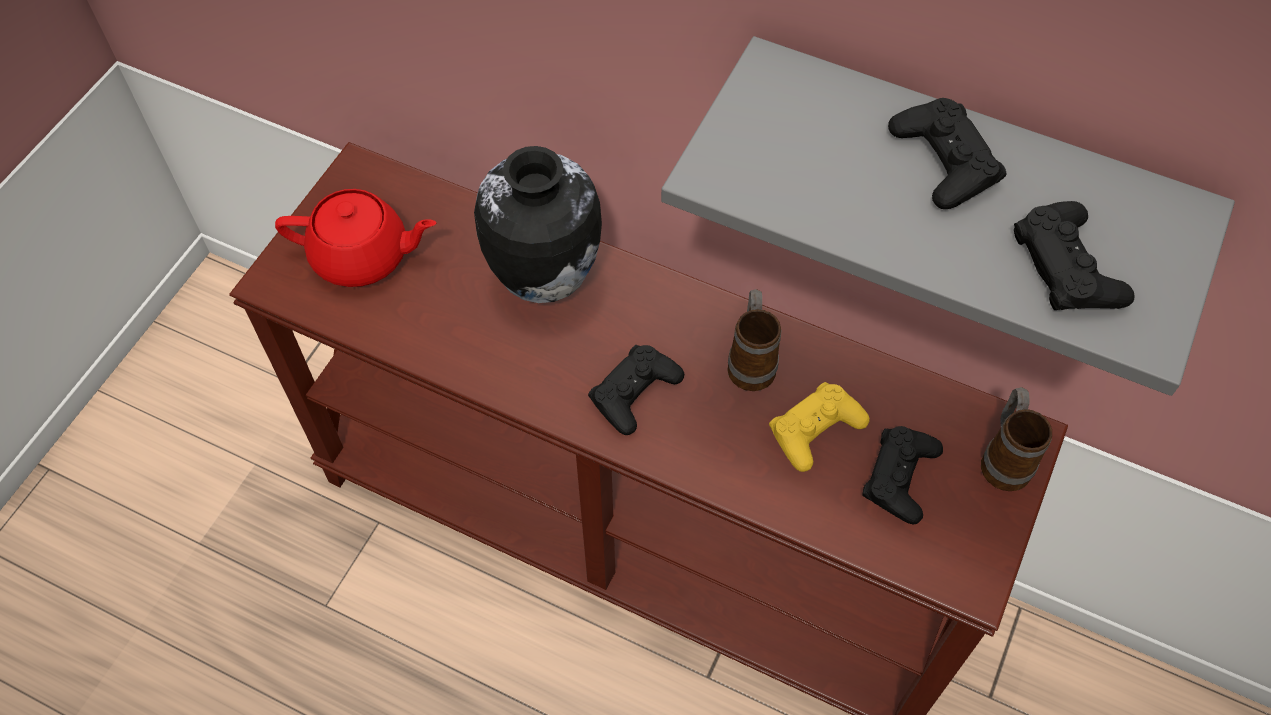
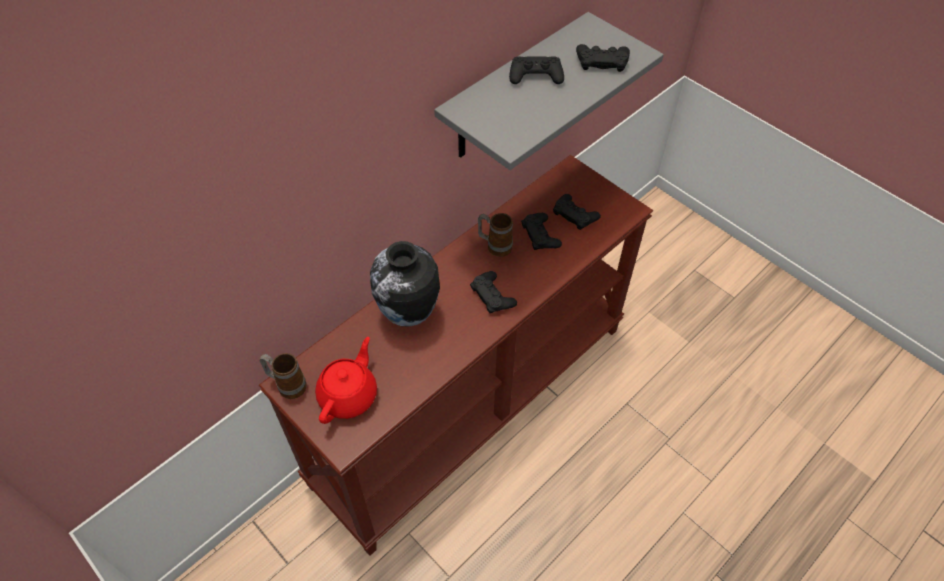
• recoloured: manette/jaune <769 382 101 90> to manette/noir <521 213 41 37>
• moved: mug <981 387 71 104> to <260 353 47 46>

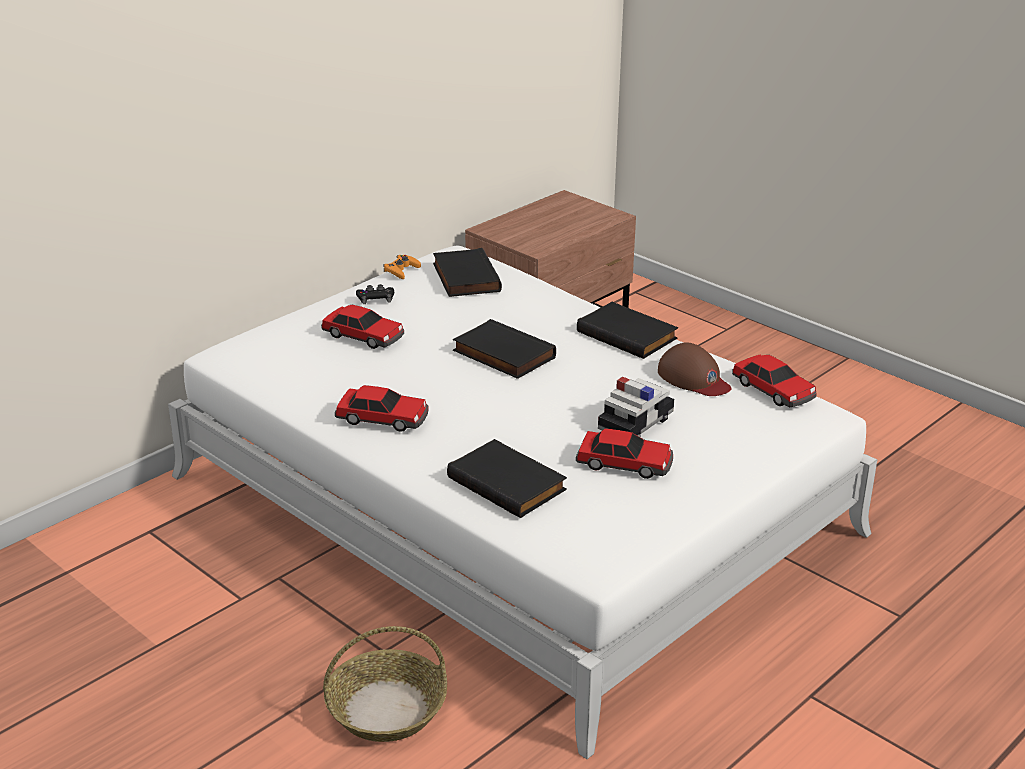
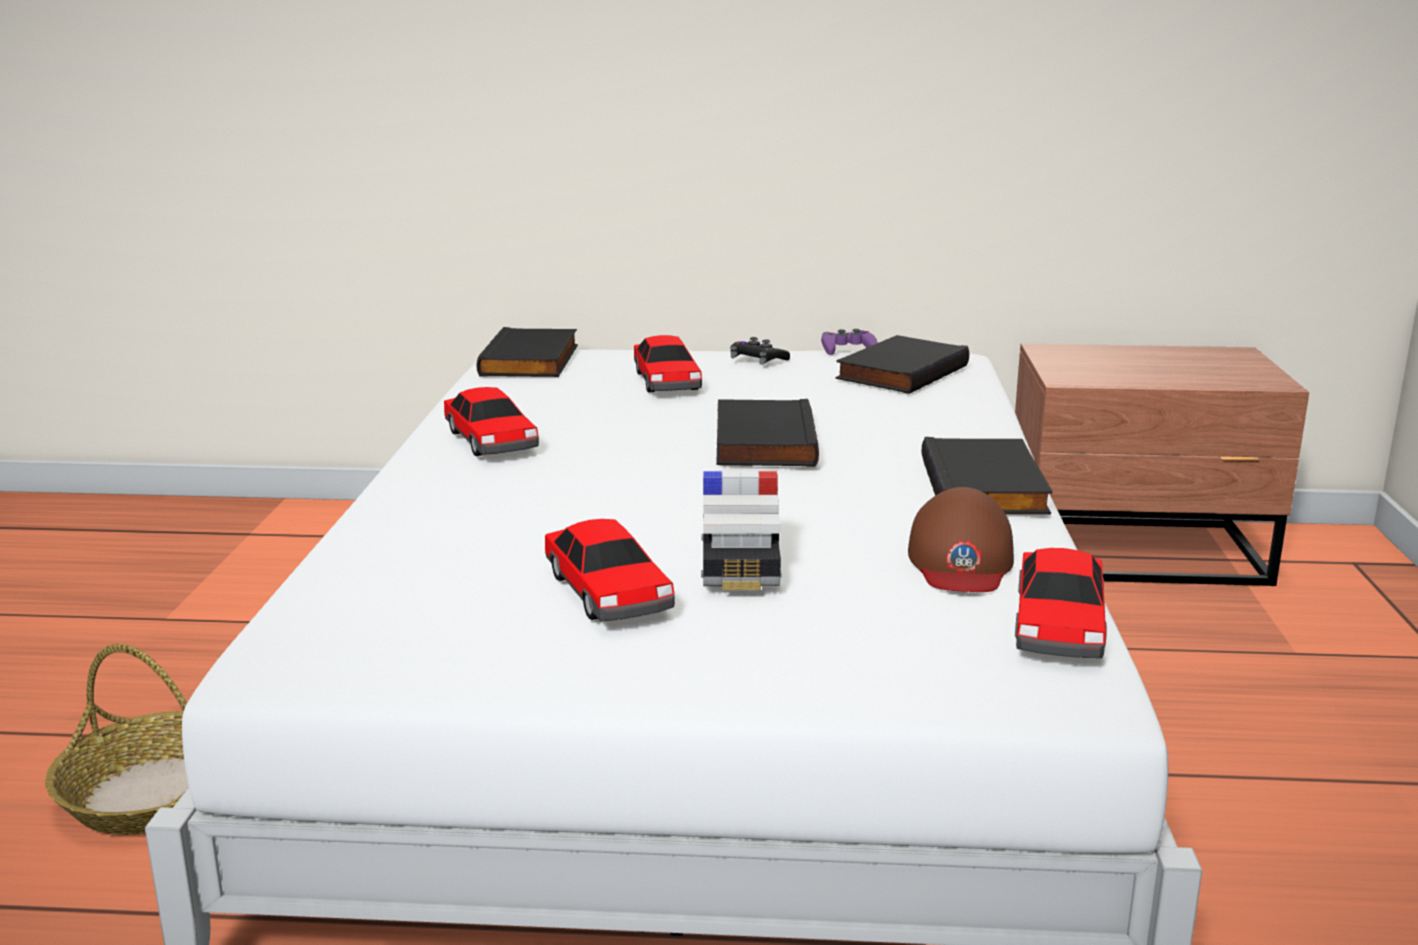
• recoloured: manette/orange <383 255 38 24> to manette/violet <821 329 57 26>
• turned: petite voiture <598 377 76 60> = <701 471 80 119> 90 degrees clockwise
• moved: livre/noir <447 439 120 79> to <476 327 102 50>

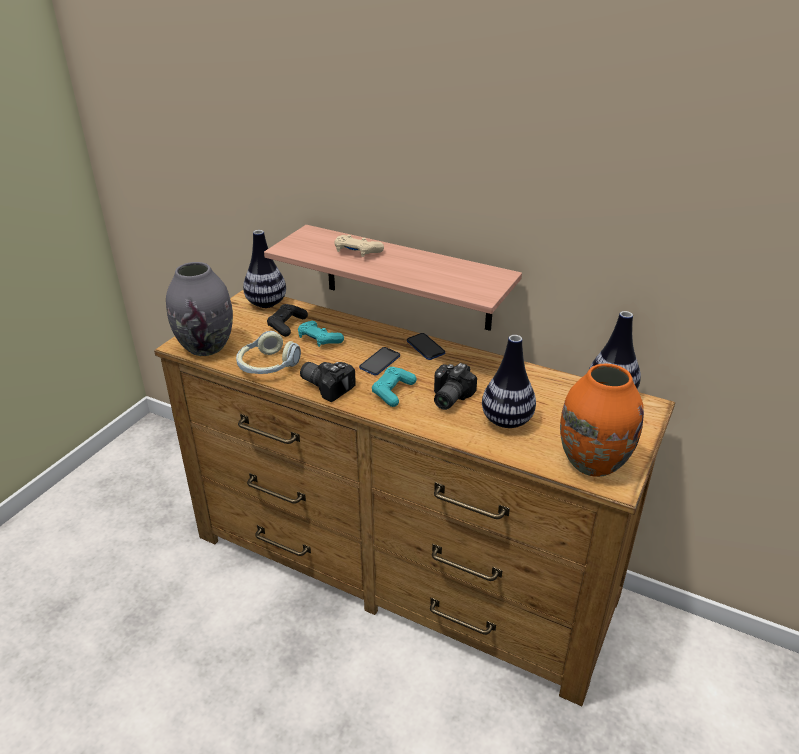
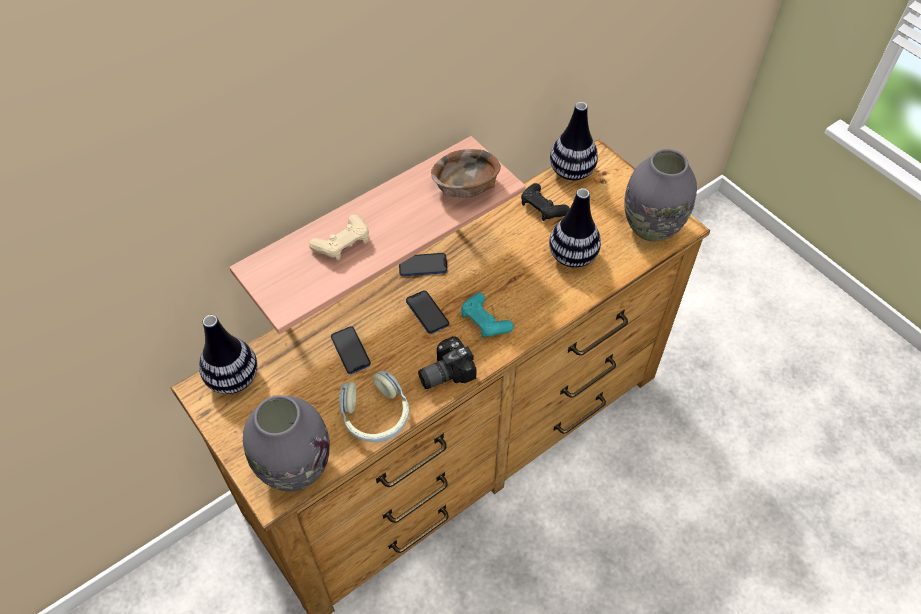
• moved: manette/noir <267 304 41 33> to <521 183 49 38>
• replaced: manette/turquoise <298 321 46 26> to téléphone <331 326 40 48>
• removed: appareil photo <434 363 43 47>
• recoloured: vase/orange <560 364 84 113> to vase/gris <625 149 72 93>
• added: bol/marron <431 149 70 49>

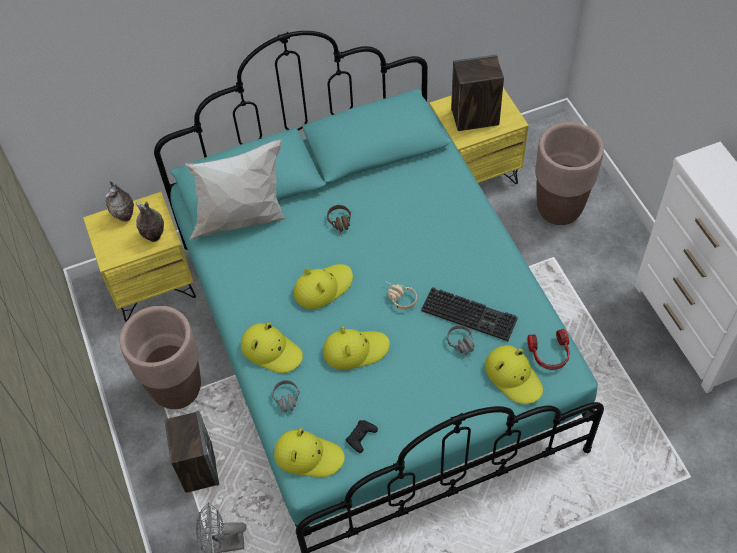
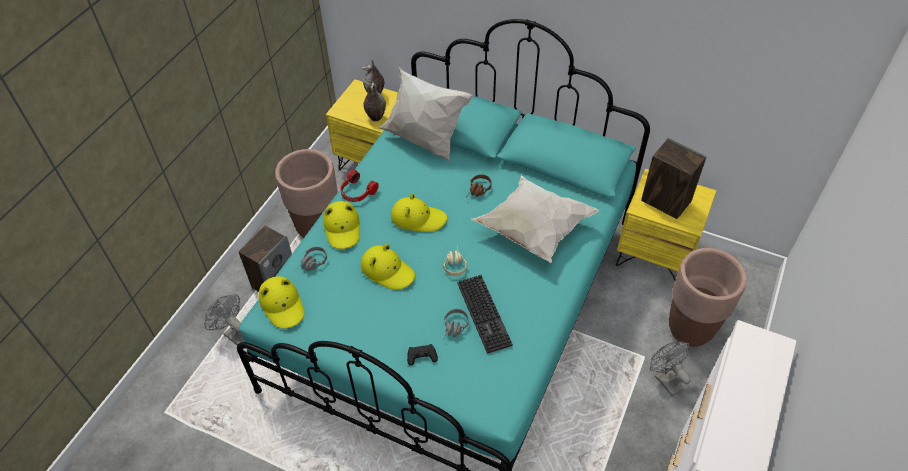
• moved: casque audio <528 329 42 41> to <340 170 39 32>
• removed: chapeau/jaune <485 345 58 59>
• moved: manette/noir <346 420 32 33> to <407 344 31 22>
• added: coussin/blanc <471 175 129 88>
• added: ventilateur/gris <650 341 41 55>

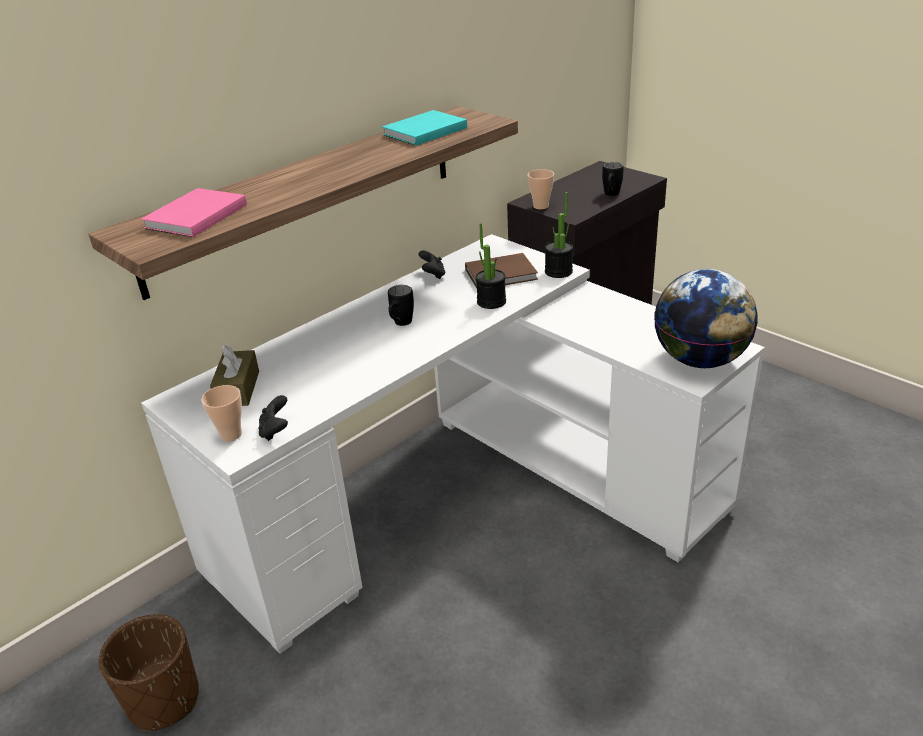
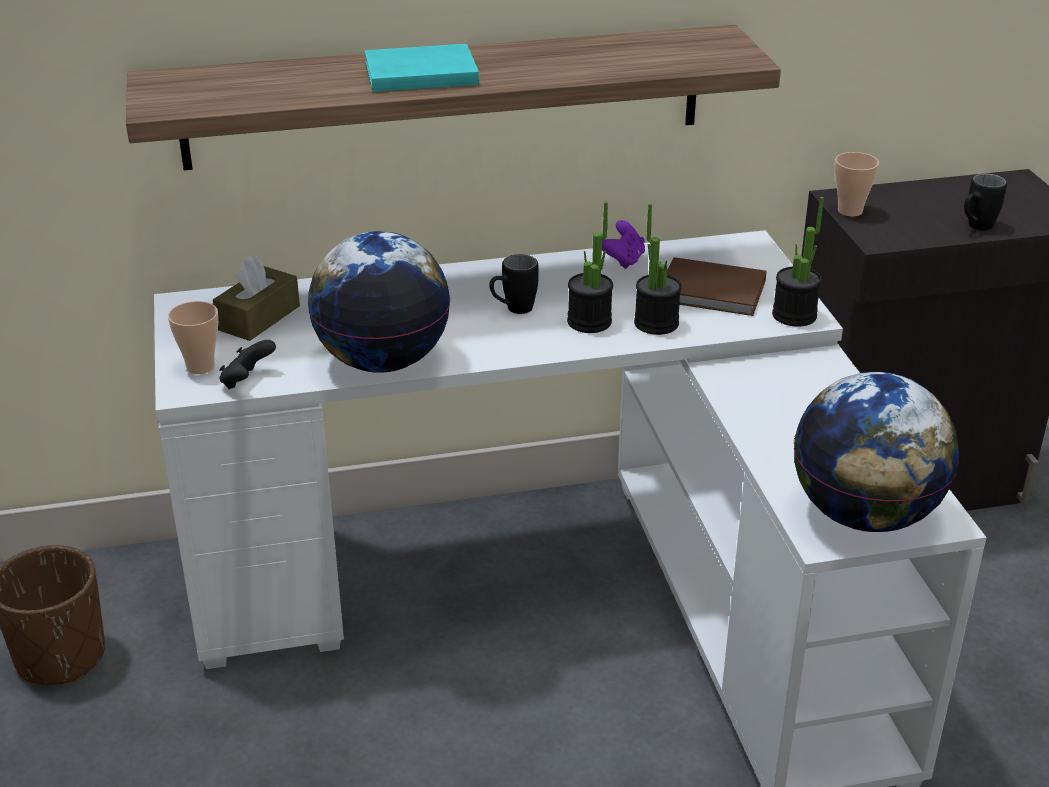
• moved: livre/turquoise <382 110 85 36> to <364 44 115 48>
• removed: livre/rose <141 188 106 49>
• recoloured: manette/noir <418 250 27 29> to manette/violet <602 220 43 49>
• added: plante en pot <567 202 46 131>
• added: globe <308 231 142 142>

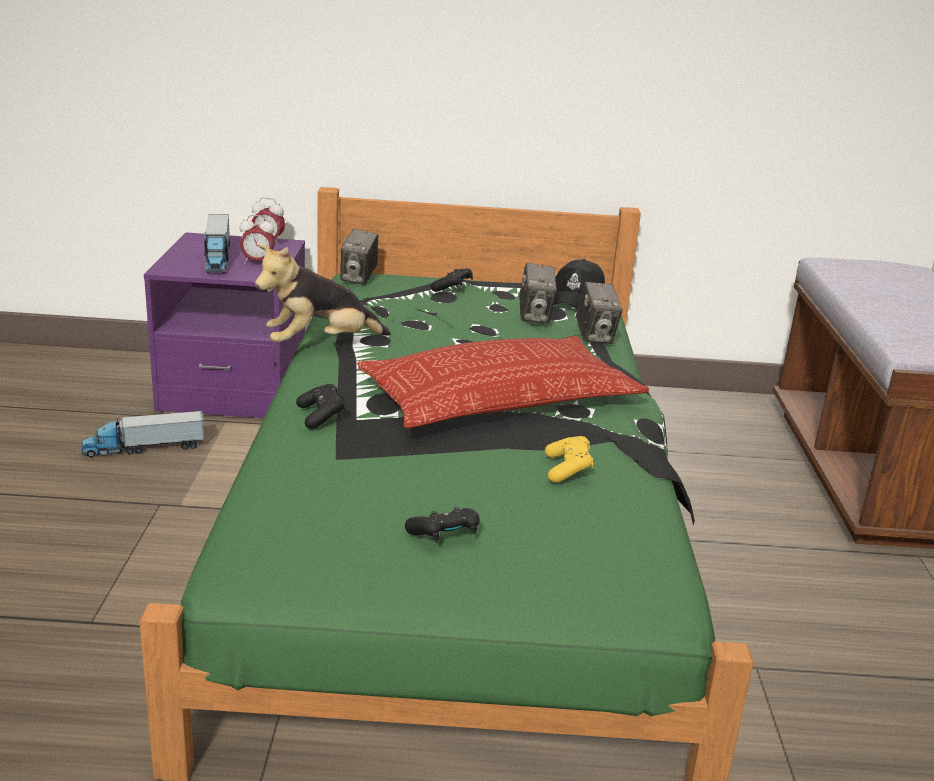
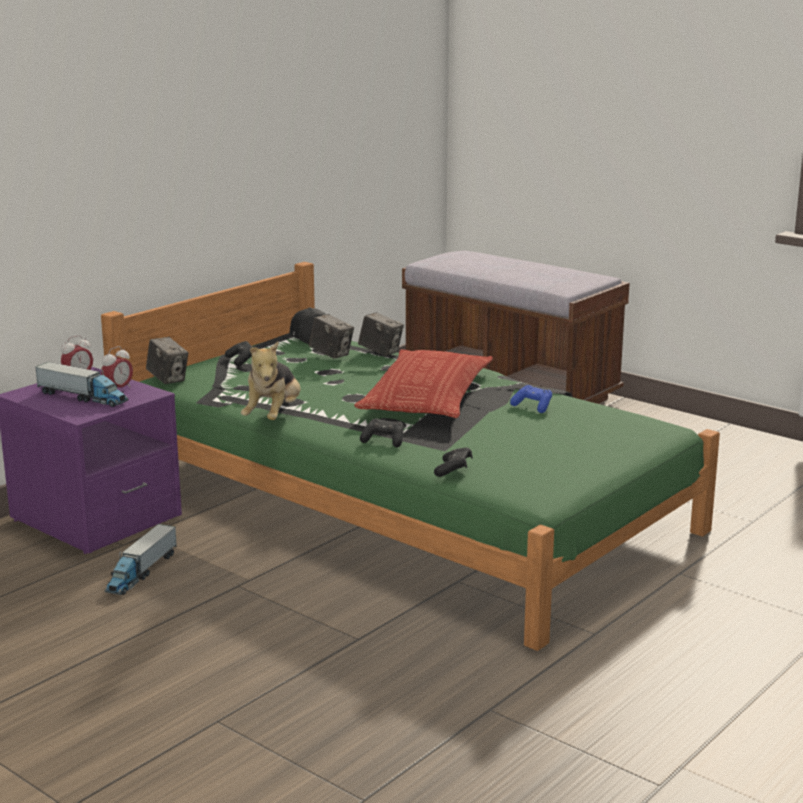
• recoloured: manette/jaune <545 436 49 47> to manette/bleu <510 385 42 28>
• moved: manette/noir <405 507 75 34> to <434 448 39 29>

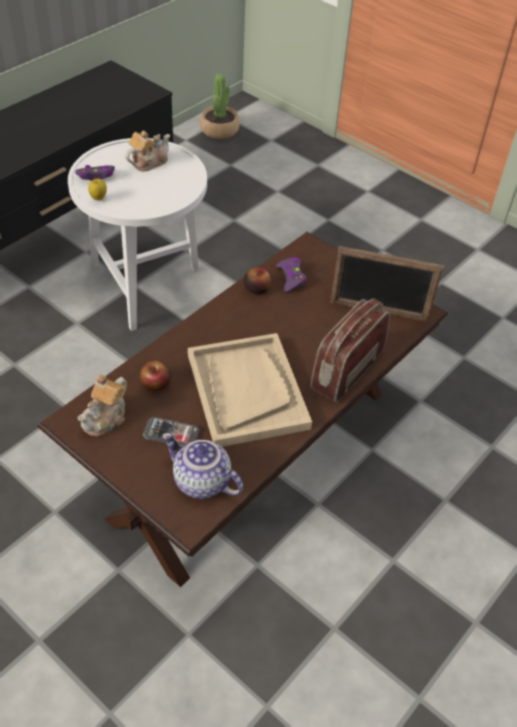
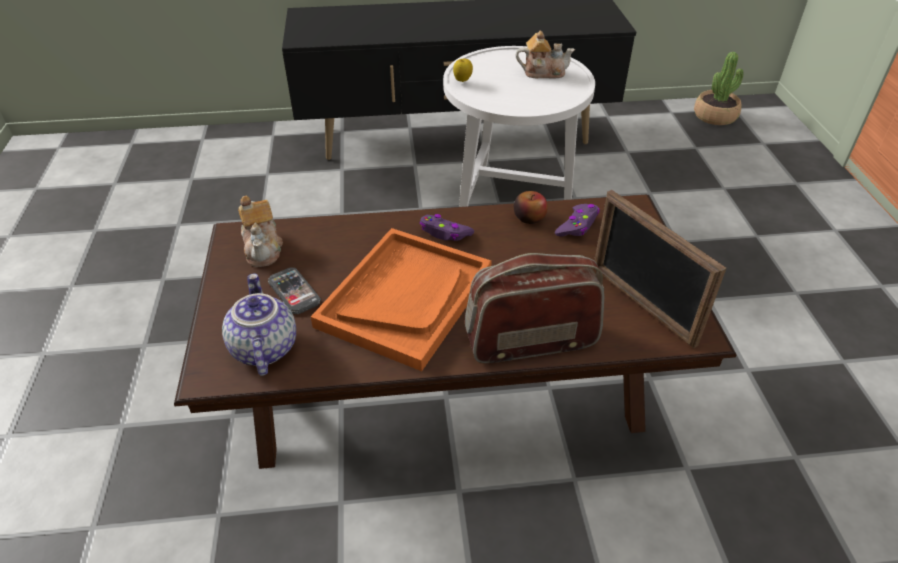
• moved: manette/violet <75 165 40 16> to <420 214 54 27>
• recoloured: plateau/beige <188 333 124 114> to plateau/orange <311 228 181 143>
• removed: pomme <140 360 31 31>
• turned: théière <78 375 49 62> = <238 196 45 71> 90 degrees counterclockwise

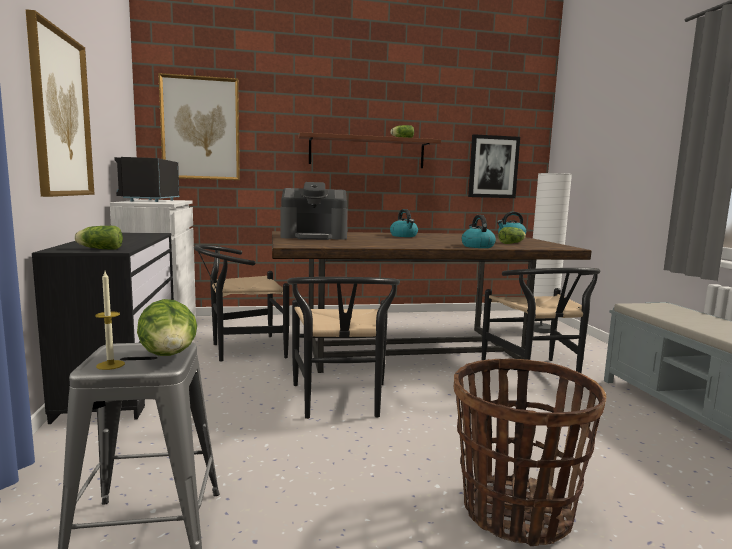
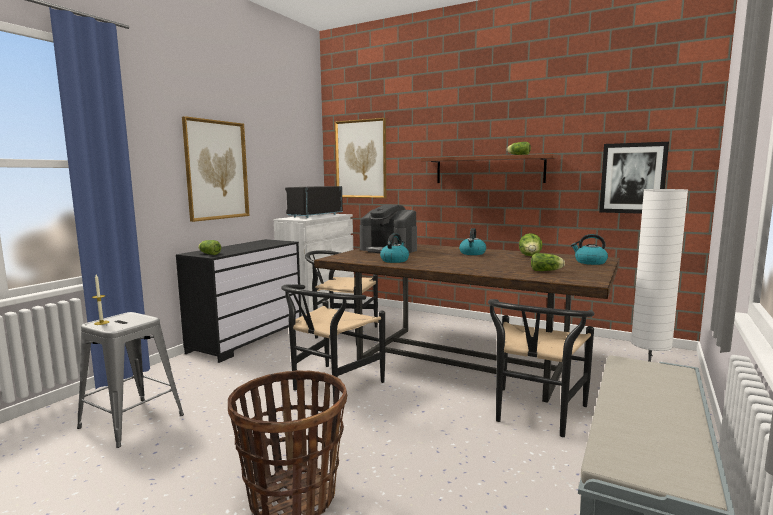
• moved: bouilloire <462 215 34 33> to <380 233 29 30>
• moved: laitue <137 299 60 57> to <519 233 24 23>

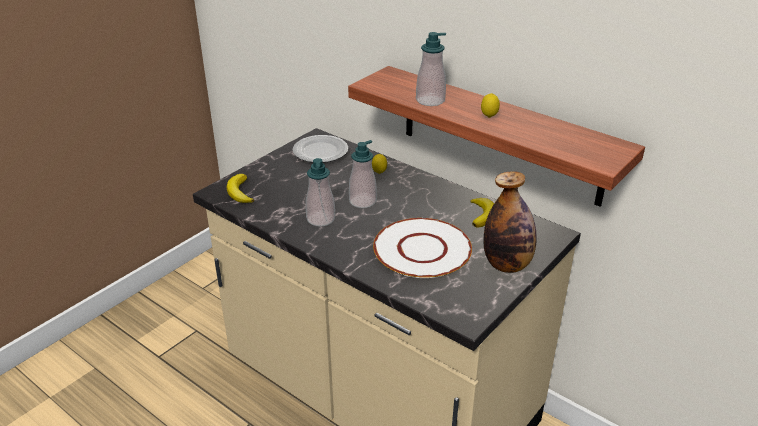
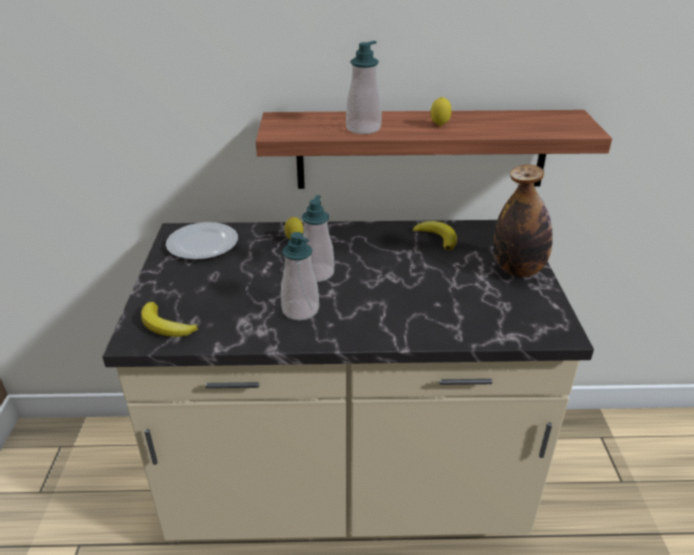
• removed: assiette/blanc <373 218 99 60>

